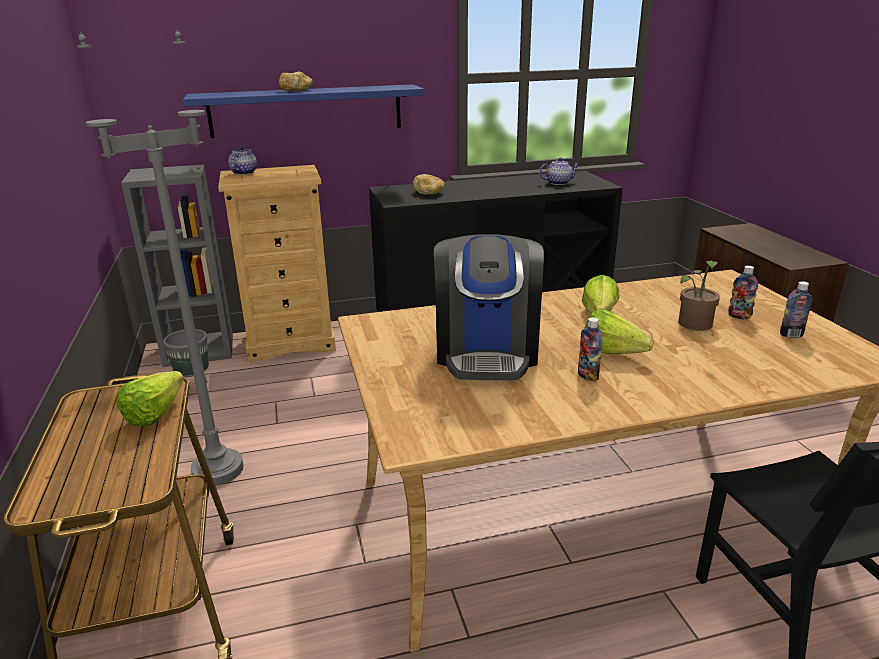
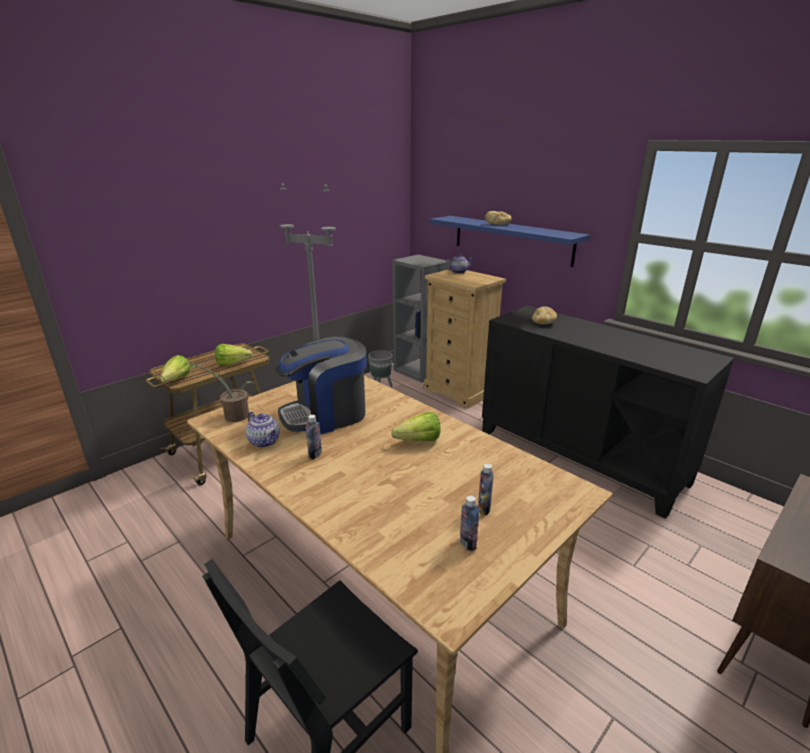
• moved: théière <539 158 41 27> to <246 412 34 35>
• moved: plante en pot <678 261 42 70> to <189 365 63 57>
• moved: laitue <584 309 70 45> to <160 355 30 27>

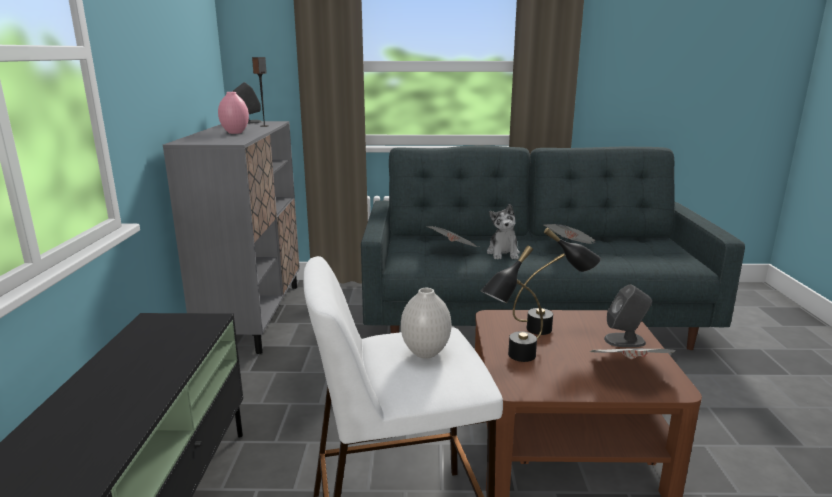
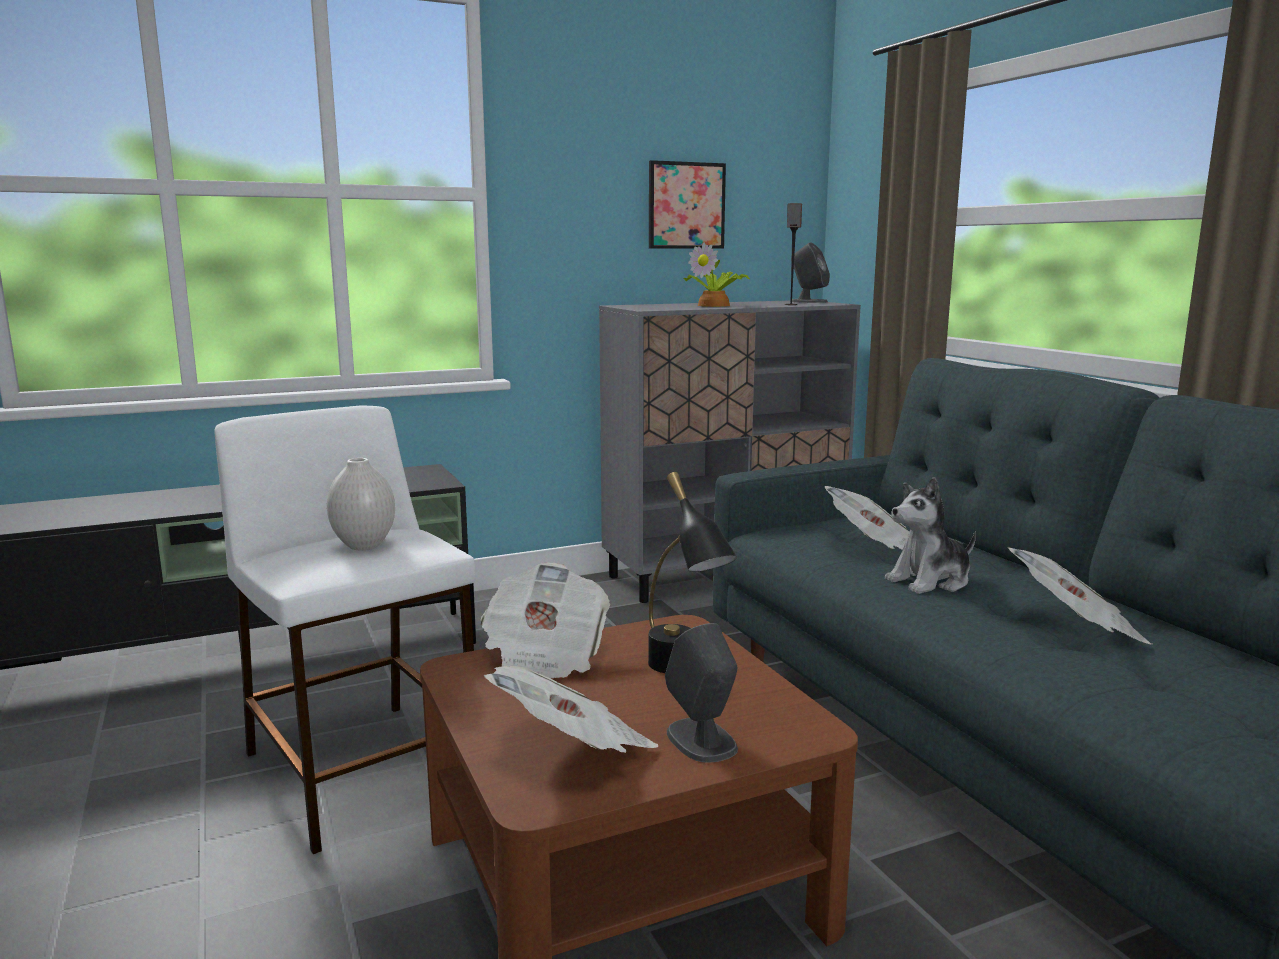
• replaced: vase/rose <218 92 31 42> to plante en pot <683 242 67 65>
• replaced: lampe de table/noir <481 245 62 117> to journal <480 563 130 115>
• added: tableau <649 160 77 89>

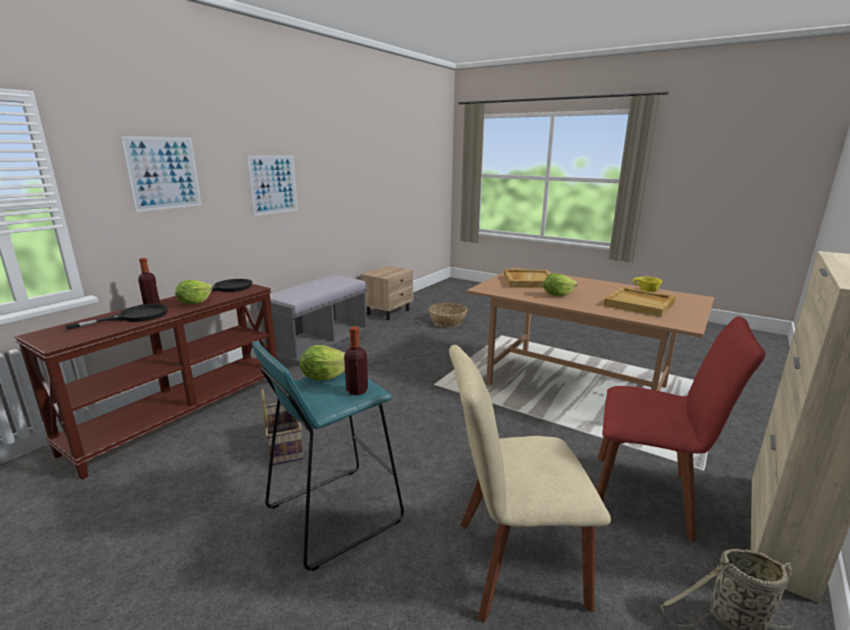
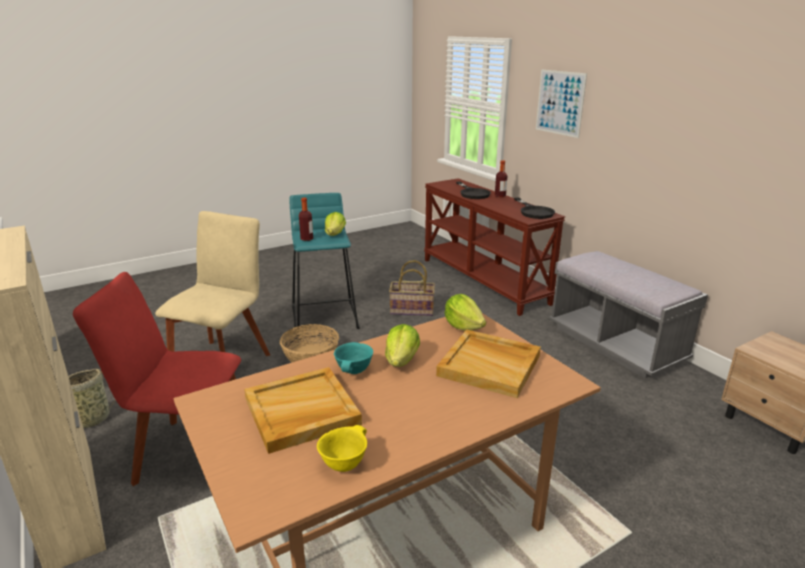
• removed: tableau <247 155 51 61>
• moved: laitue <176 280 37 24> to <445 294 41 37>
• moved: panier <429 303 38 24> to <280 324 59 39>
• turned: chaise/rouge <597 316 168 225> = <73 272 168 214> 45 degrees clockwise
• added: bol/turquoise <334 342 39 32>

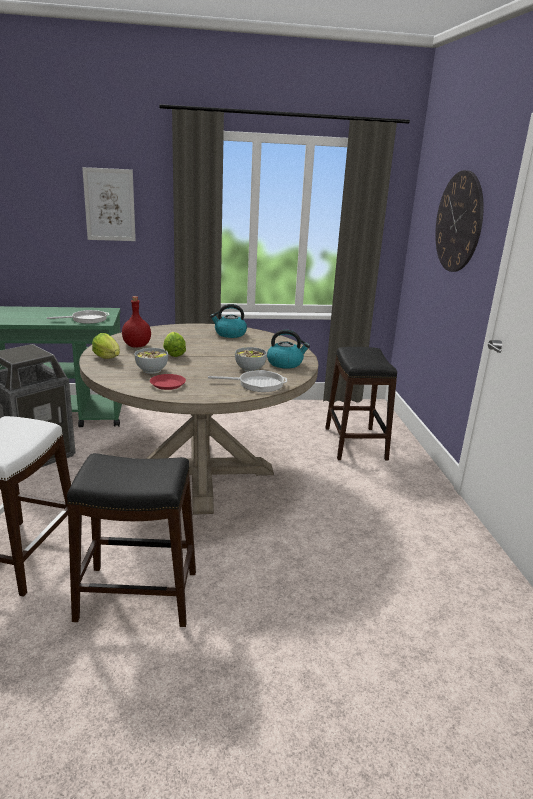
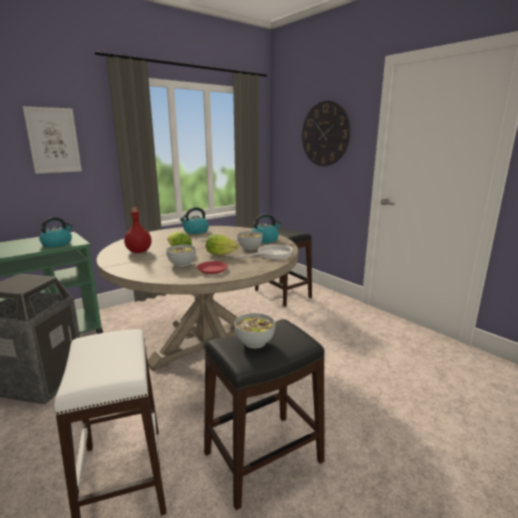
• replaced: poêle <47 310 63 14> to bouilloire <39 217 34 30>
• moved: laitue <92 333 28 26> to <206 234 32 21>
• added: bol <234 313 41 35>

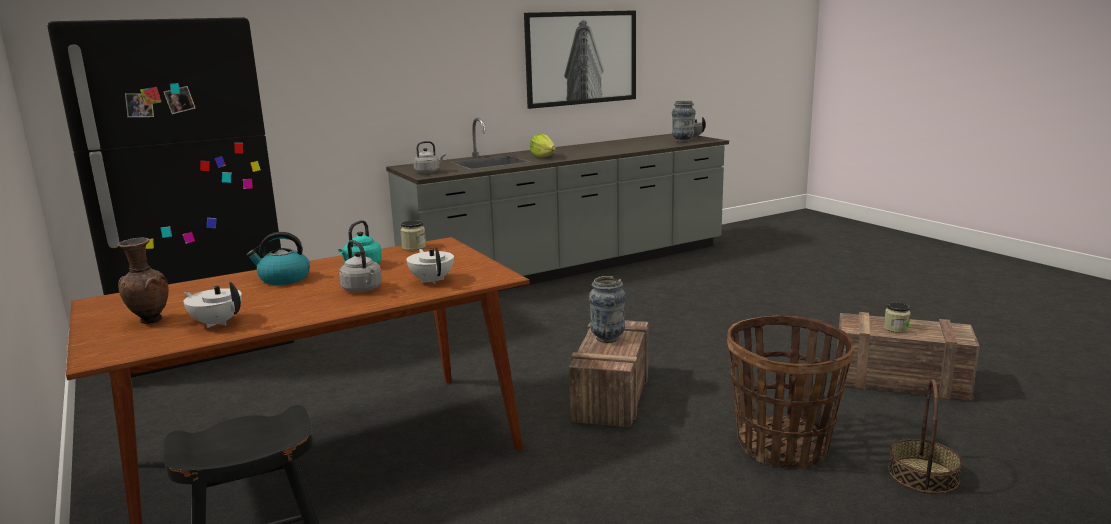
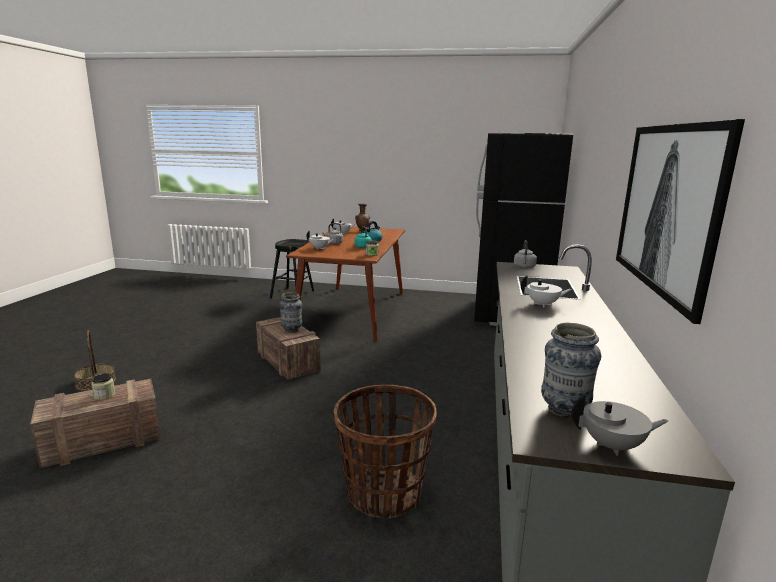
• replaced: laitue <530 134 26 24> to théière/blanc <521 275 51 32>
• moved: panier <727 316 128 153> to <334 384 103 135>

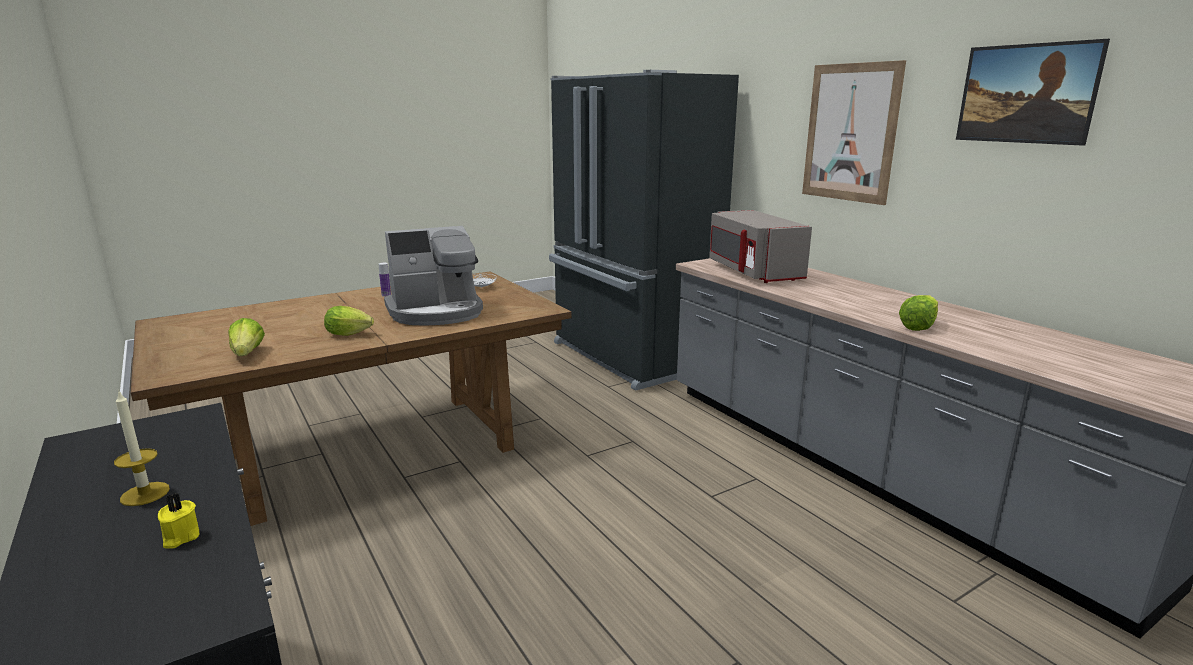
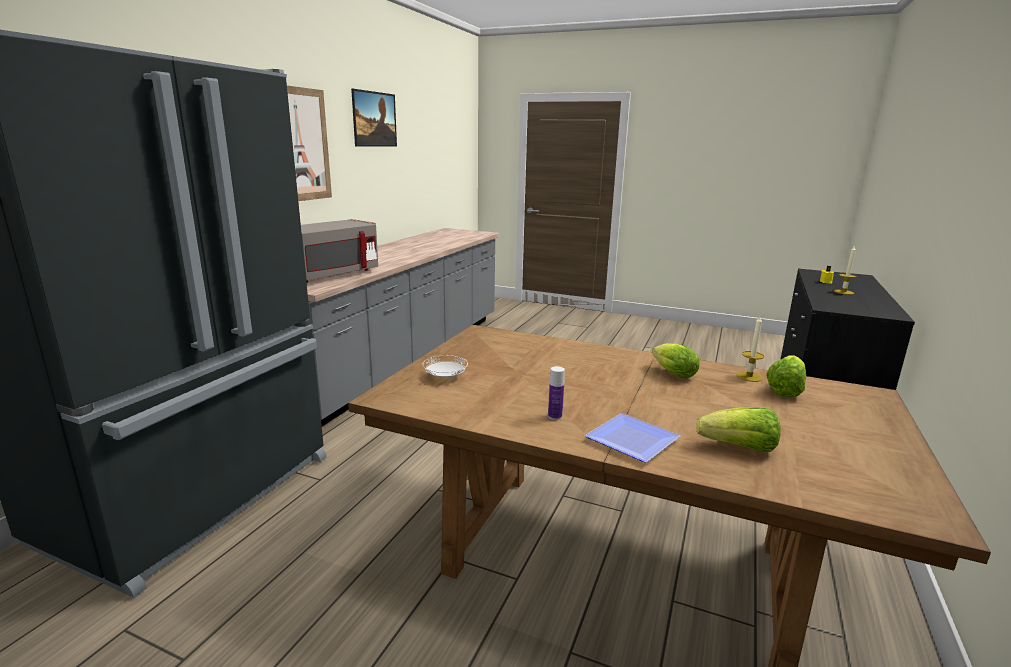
• removed: machine à café <384 226 99 100>
• moved: laitue <899 295 39 36> to <696 407 85 45>
• added: bougie <737 316 27 66>
• added: assiette <584 413 97 50>

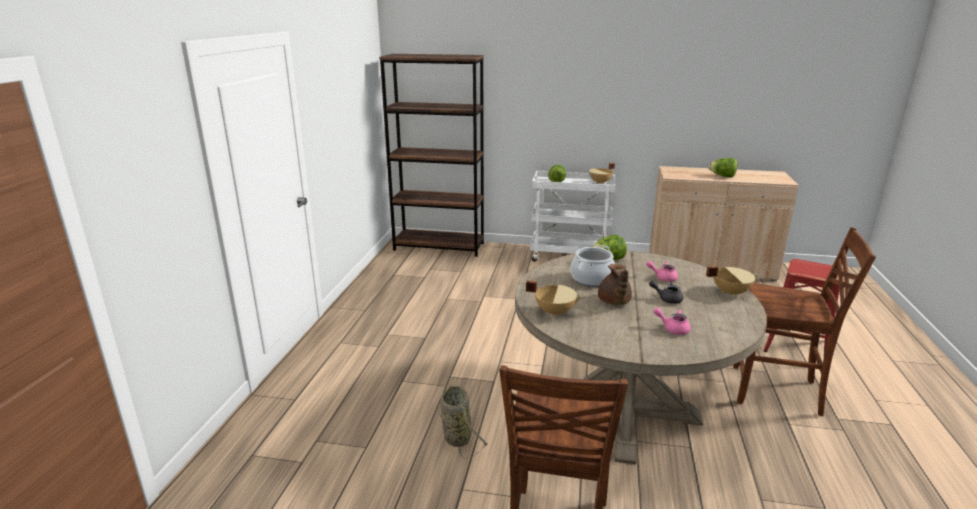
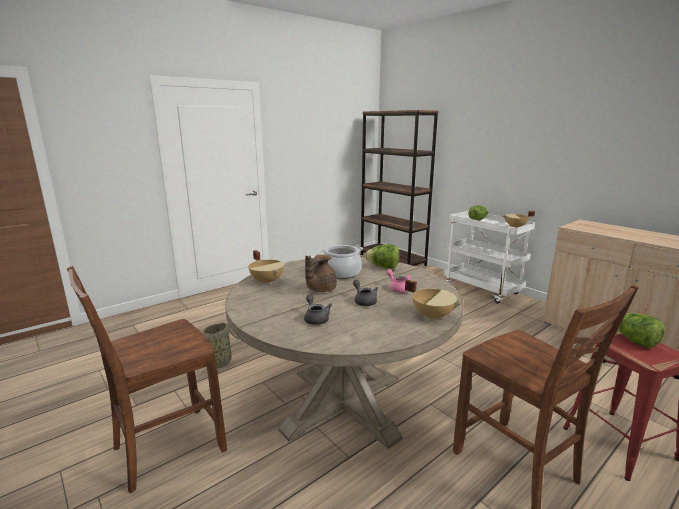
• moved: laitue <709 158 29 19> to <618 313 47 35>
• recoloured: théière/rose <653 308 38 27> to théière/gris <304 294 28 31>

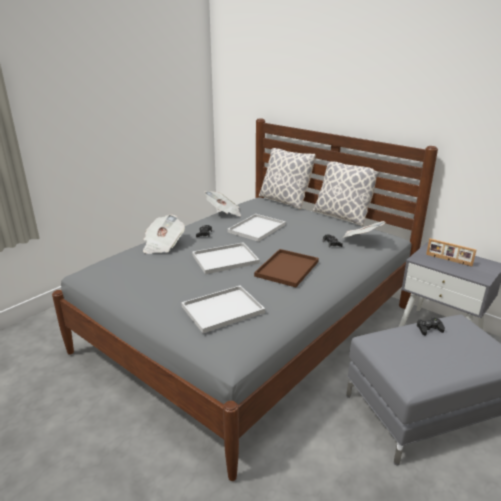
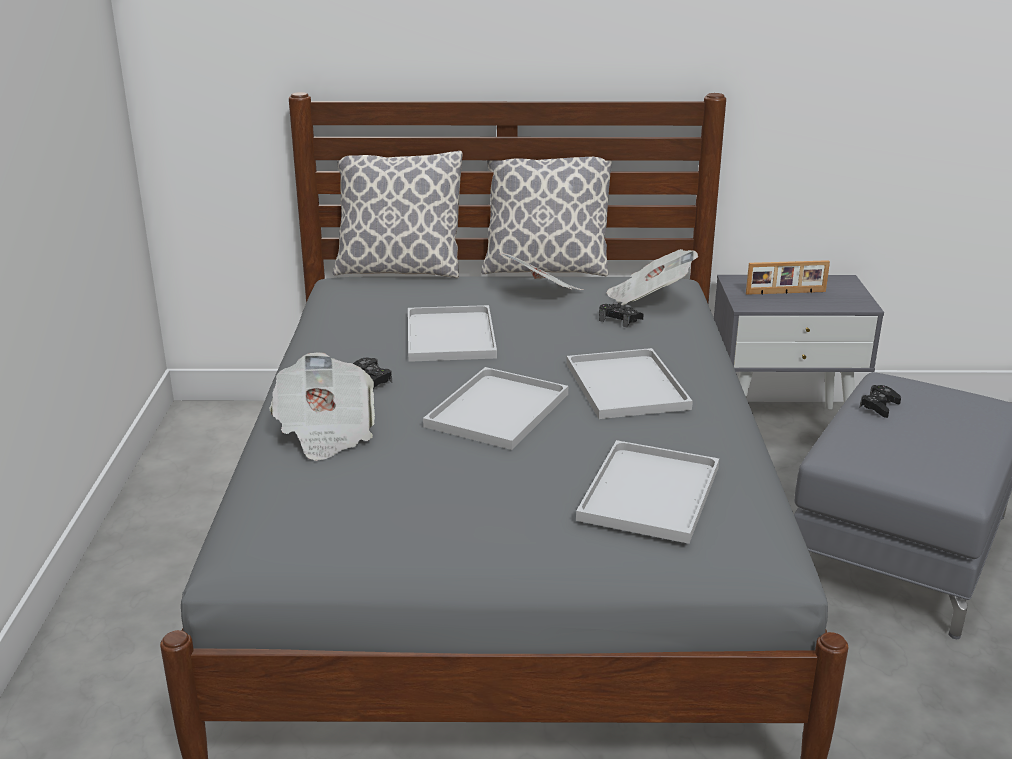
• moved: journal <204 191 37 25> to <499 253 84 37>
• recoloured: plateau/marron <254 249 65 38> to plateau/blanc <566 348 127 71>

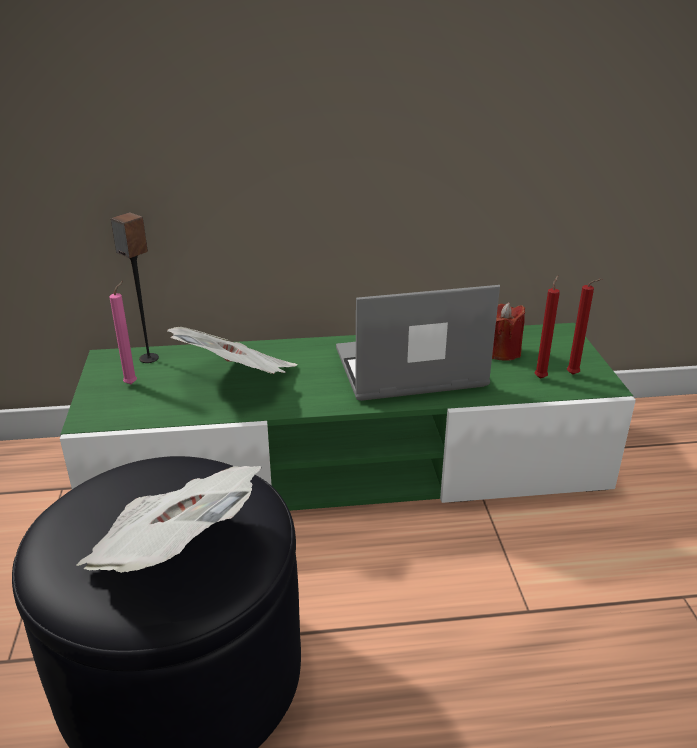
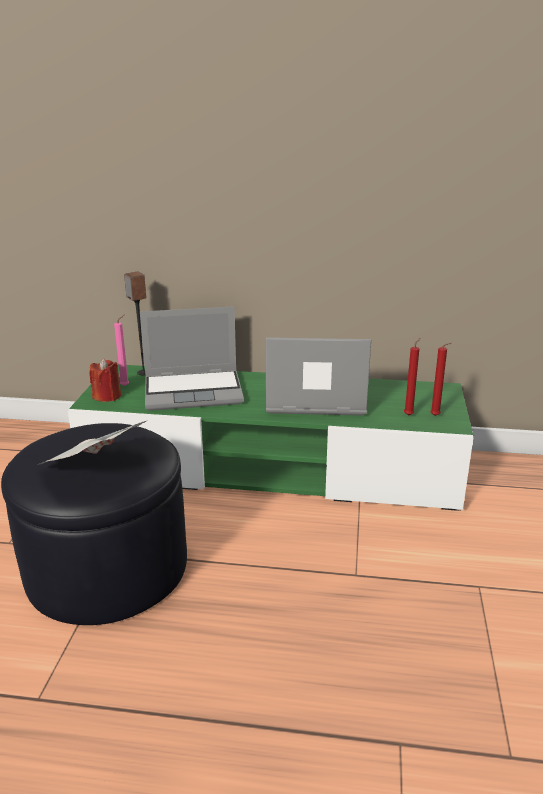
• moved: bougie/rouge <492 303 33 58> to <89 358 32 44>
• replaced: journal <167 327 130 47> to ordinateur portable <140 306 104 105>

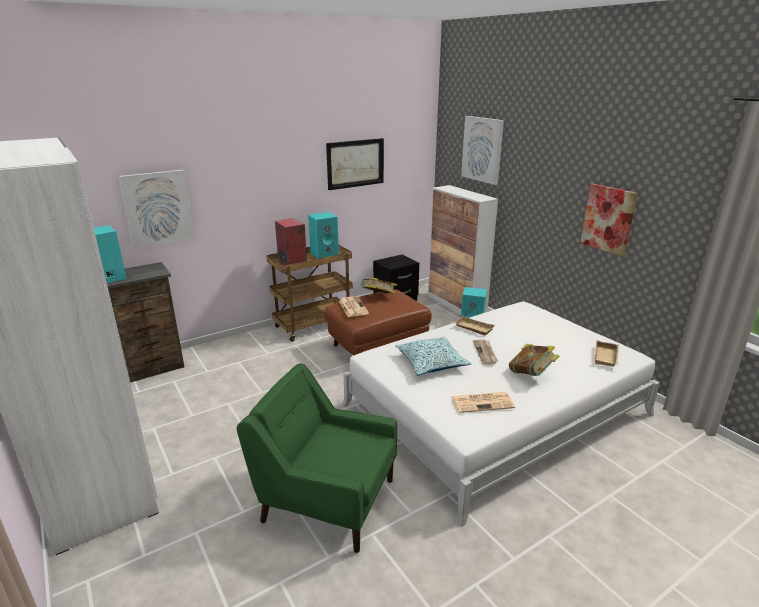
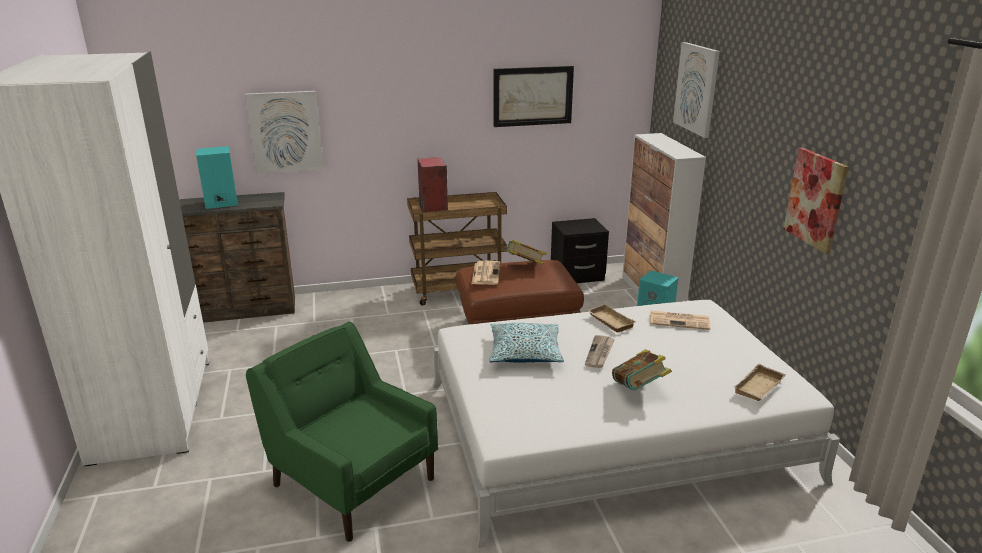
• removed: enceinte/turquoise <308 212 31 47>
• moved: journal <452 392 63 21> to <650 311 60 19>

